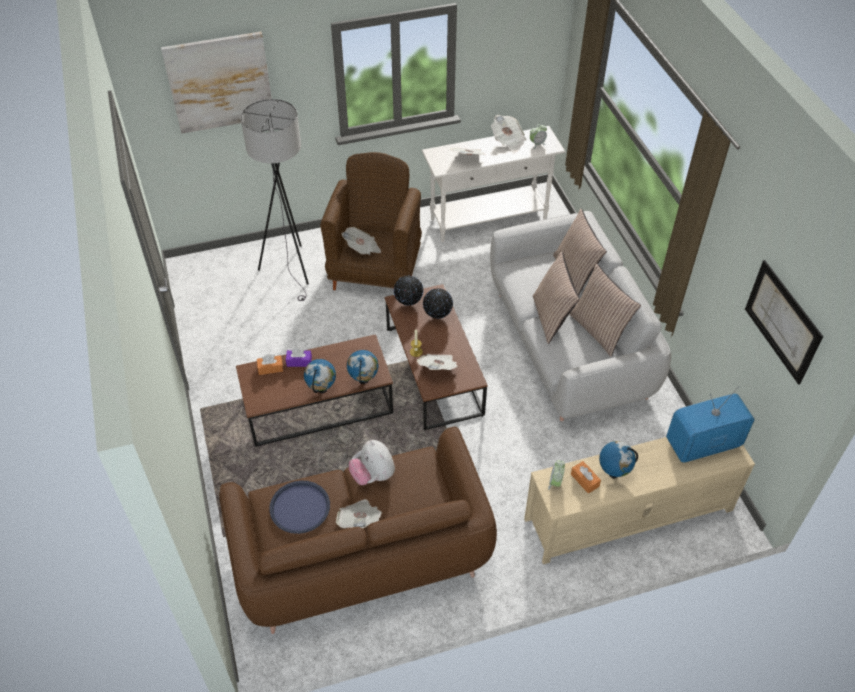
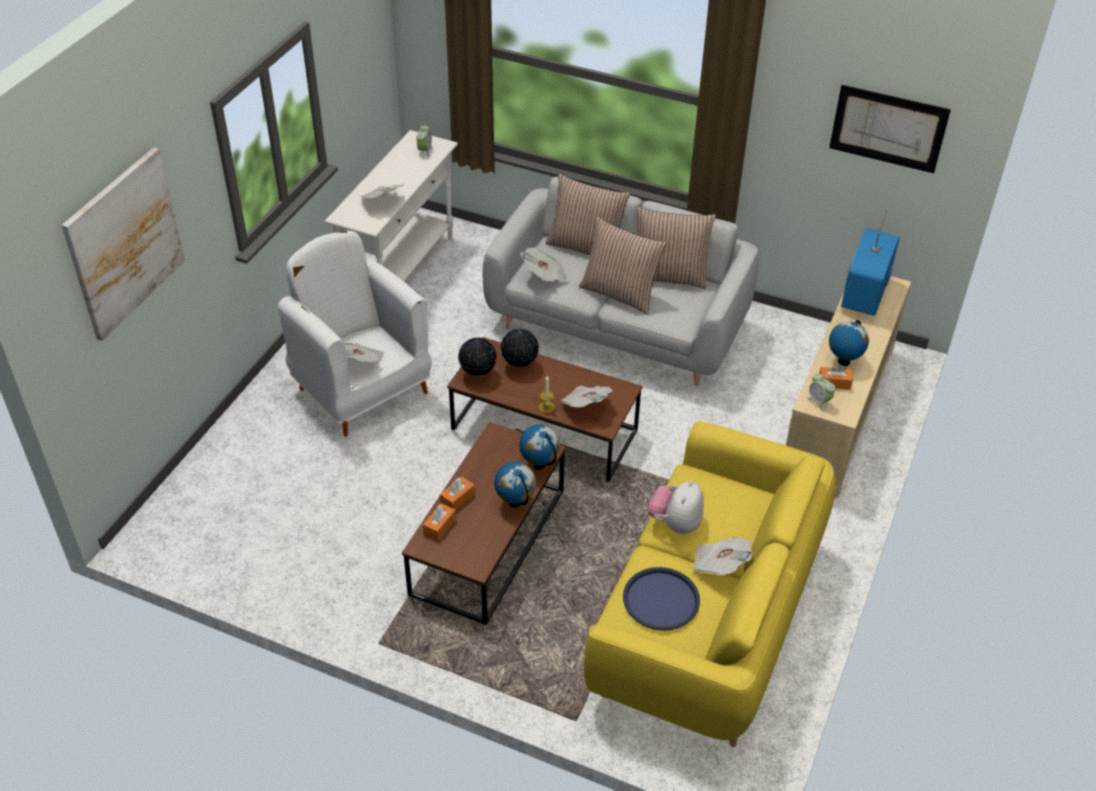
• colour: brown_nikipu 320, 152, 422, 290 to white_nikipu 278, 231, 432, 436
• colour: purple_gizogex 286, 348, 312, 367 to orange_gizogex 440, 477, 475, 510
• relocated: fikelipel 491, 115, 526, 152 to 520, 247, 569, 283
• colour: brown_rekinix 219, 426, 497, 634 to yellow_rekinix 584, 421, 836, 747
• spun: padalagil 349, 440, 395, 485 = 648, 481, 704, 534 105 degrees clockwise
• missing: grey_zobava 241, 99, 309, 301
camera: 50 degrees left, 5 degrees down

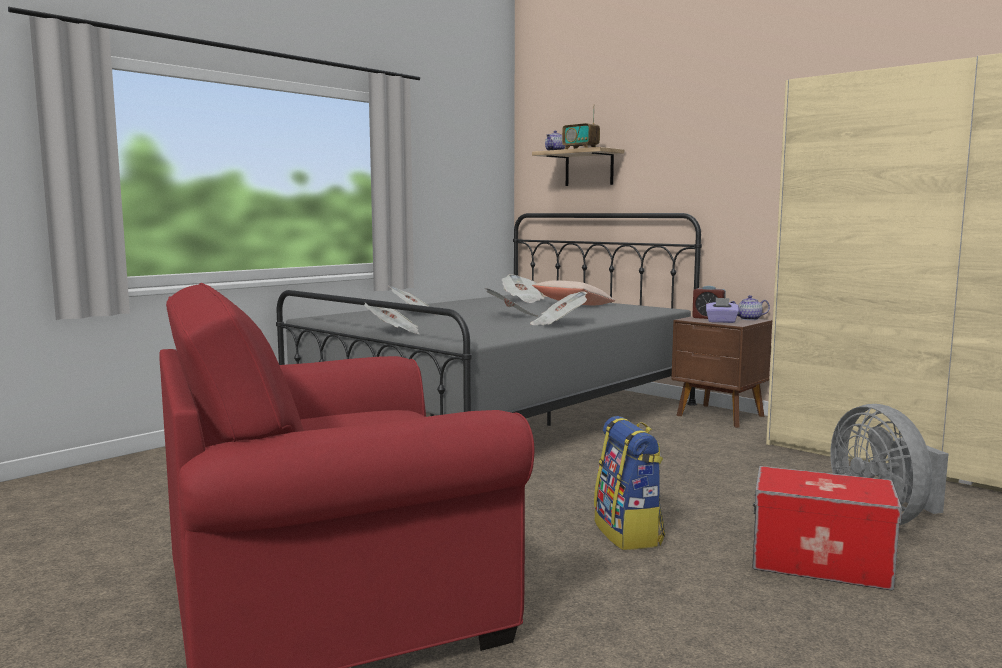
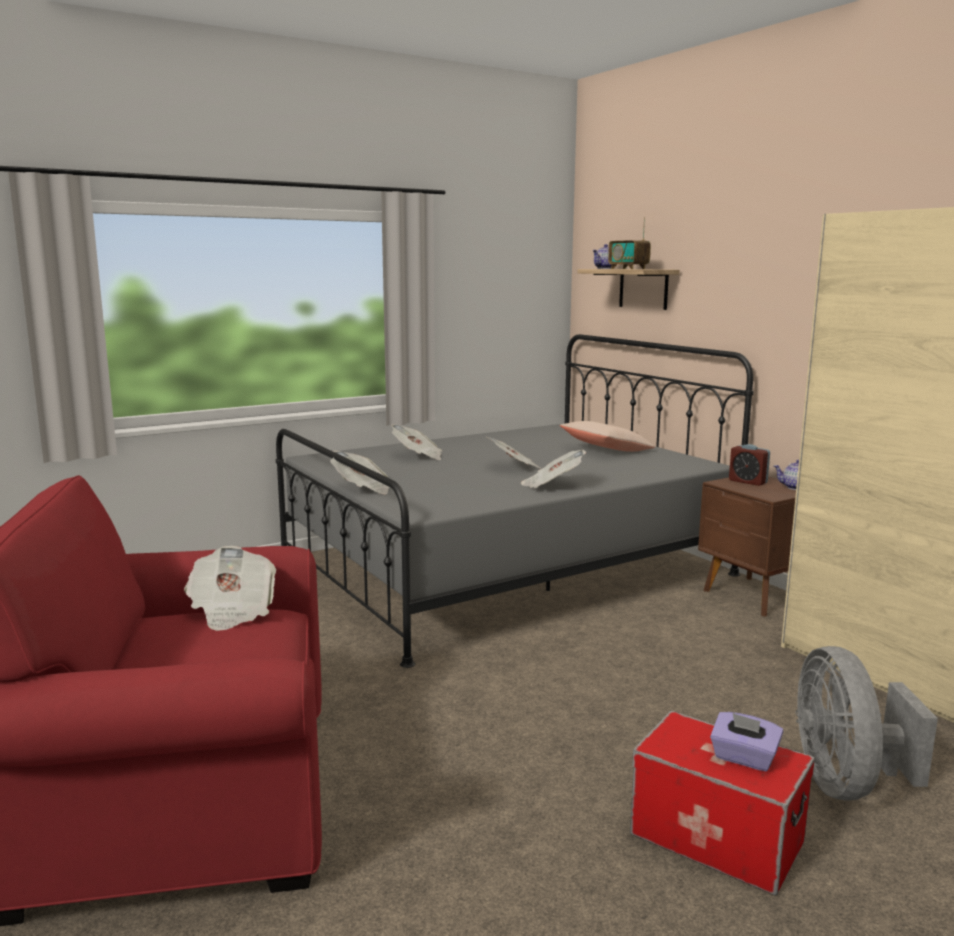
• relocated: fikelipel 502, 274, 544, 303 to 184, 546, 276, 631
• relocated: purple_gizogex 706, 298, 739, 323 to 710, 712, 783, 772
• missing: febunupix 594, 416, 665, 550
camera: 15 degrees right, 5 degrees up

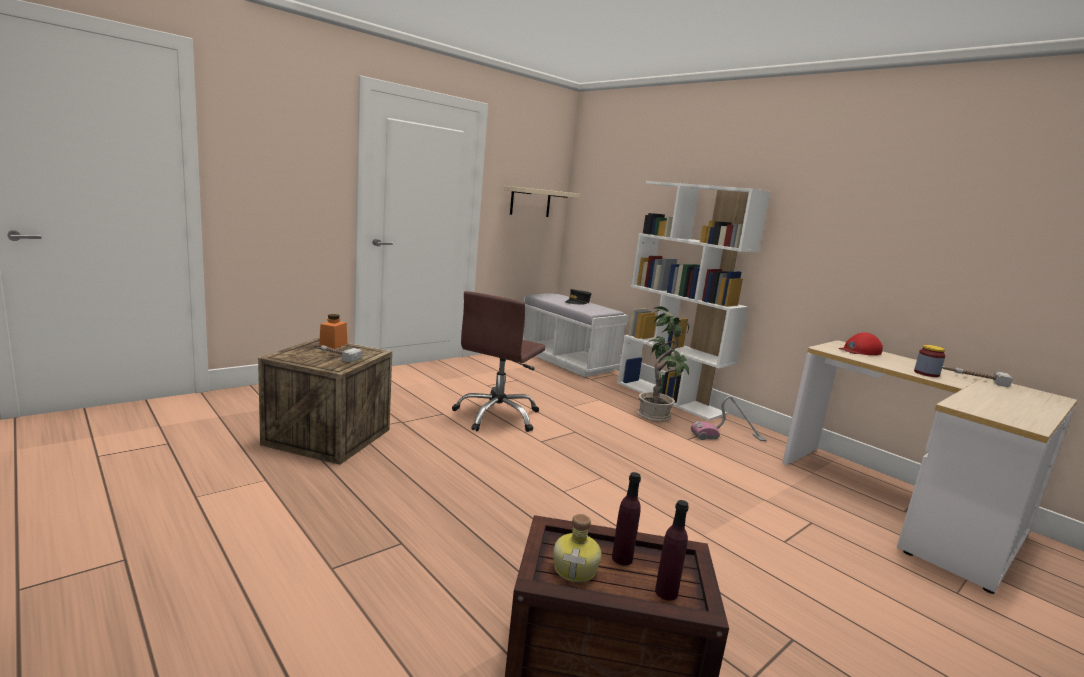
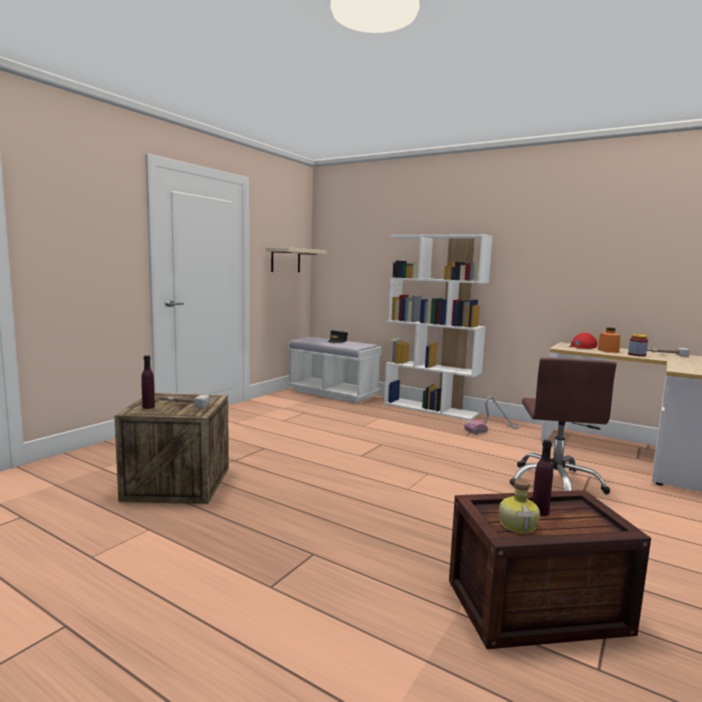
• relocated: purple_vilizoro 655, 500, 689, 601 to 141, 355, 155, 409
• relocated: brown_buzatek 452, 291, 546, 432 to 510, 357, 617, 494
• relocated: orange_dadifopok 319, 314, 347, 349 to 598, 327, 620, 353
• missing: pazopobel 637, 306, 689, 421
camera: 15 degrees left, 5 degrees down

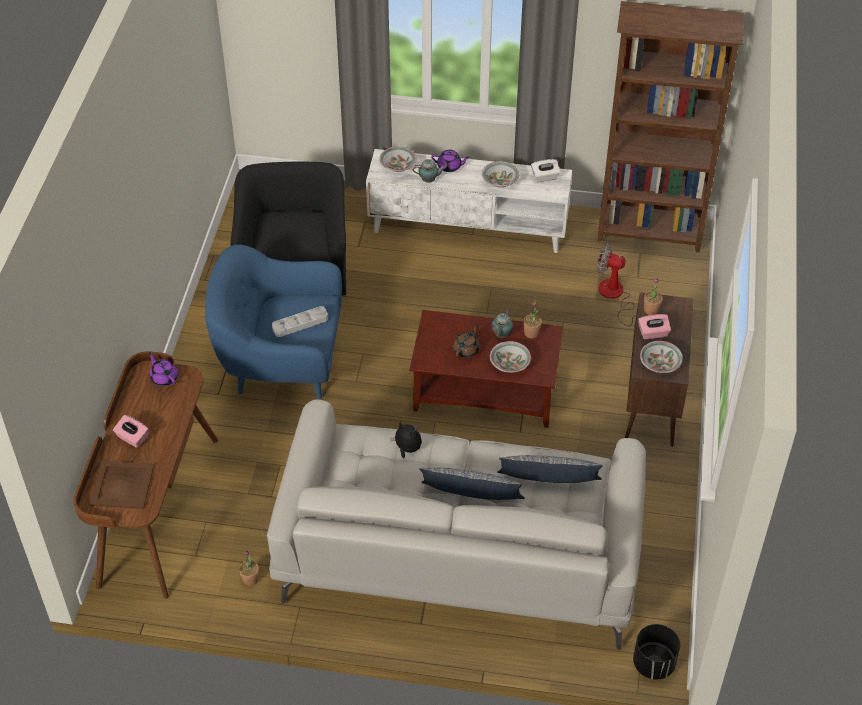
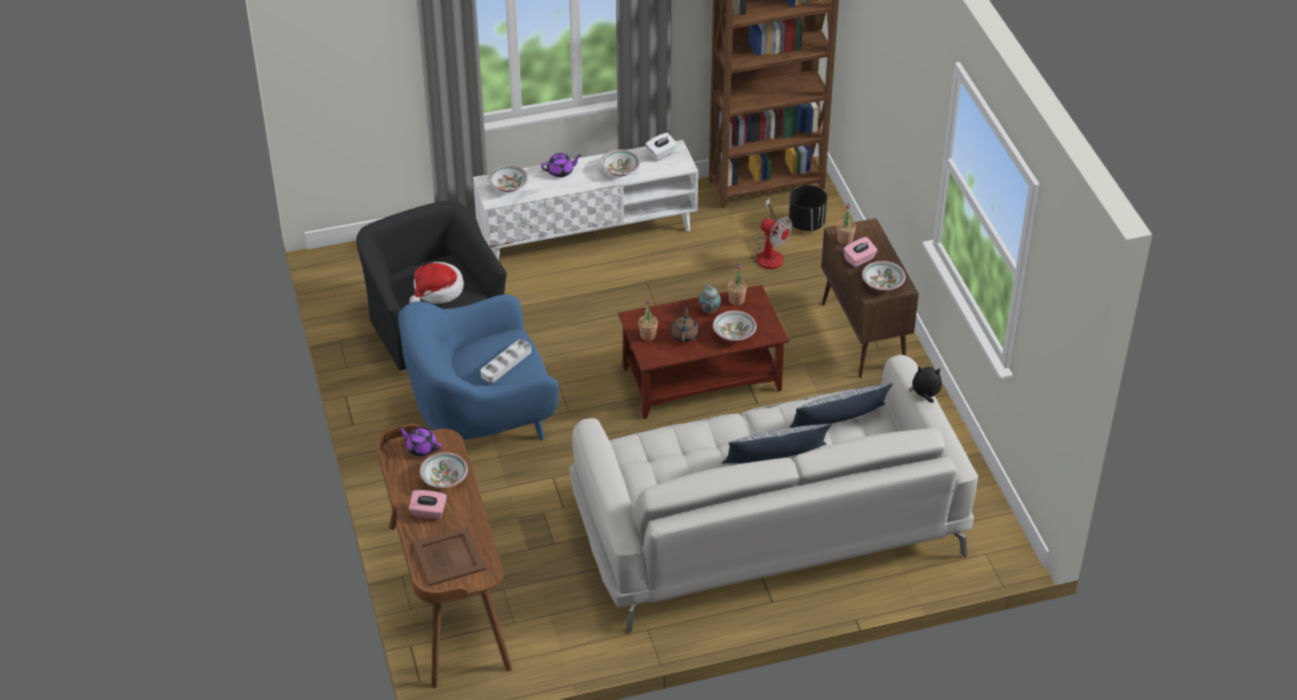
• appeared: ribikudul 409, 262, 464, 304
• appeared: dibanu 419, 452, 468, 488
• relocated: pazopobel 239, 551, 259, 586 to 638, 299, 658, 341
• spun: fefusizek 597, 244, 636, 327 = 754, 198, 792, 269 135 degrees counterclockwise
• relocated: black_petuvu 633, 624, 680, 680 to 789, 185, 827, 231
• relocated: padalagil 390, 421, 422, 459 to 909, 366, 942, 403
• missing: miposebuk 413, 159, 446, 183
camera: 25 degrees left, 5 degrees down

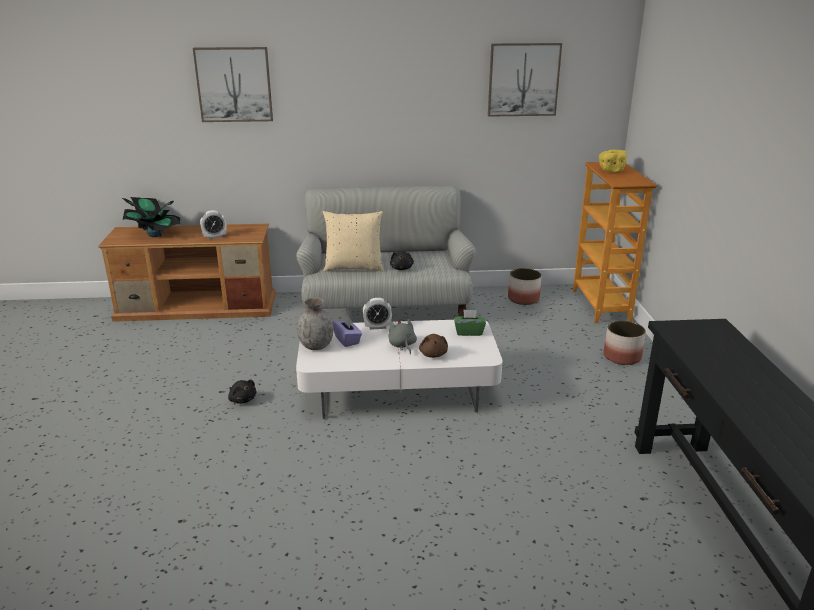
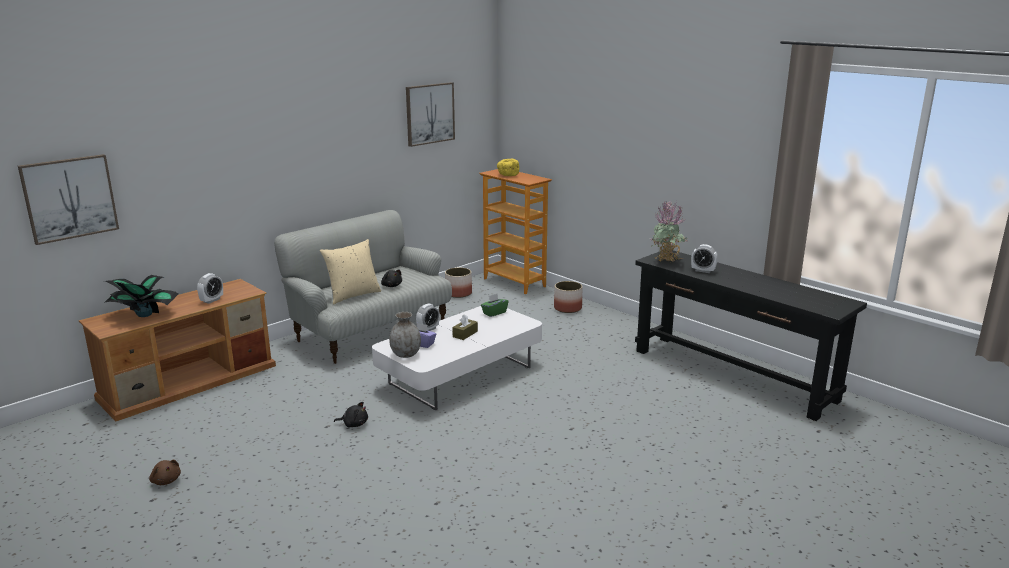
• relocated: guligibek 193, 47, 273, 122 to 18, 154, 119, 245
• relocated: brown_padalagil 419, 334, 448, 358 to 149, 460, 181, 485
• exchanged: grey_padalagil 388, 319, 417, 354 to brown_gizogex 452, 314, 478, 340
• appeared: pazopobel 651, 201, 687, 262
• appeared: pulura 691, 244, 718, 273
camera: 40 degrees left, 5 degrees down

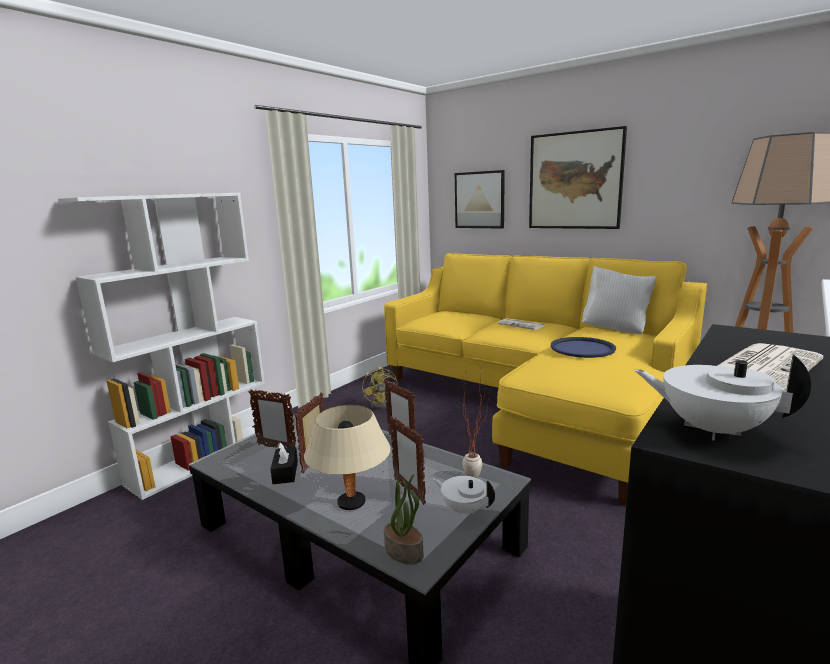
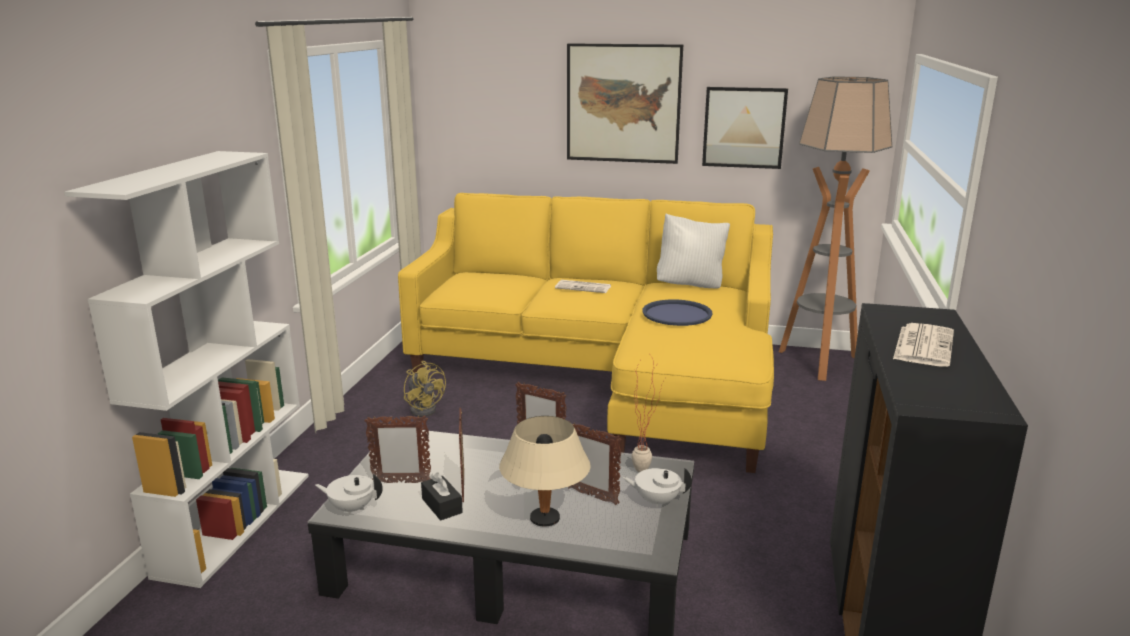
• relocated: white_miposebuk 634, 354, 811, 441 to 315, 474, 383, 515
• relocated: guligibek 455, 170, 505, 229 to 702, 87, 788, 169
• missing: pazopobel 384, 474, 424, 565
camera: 25 degrees left, 5 degrees up

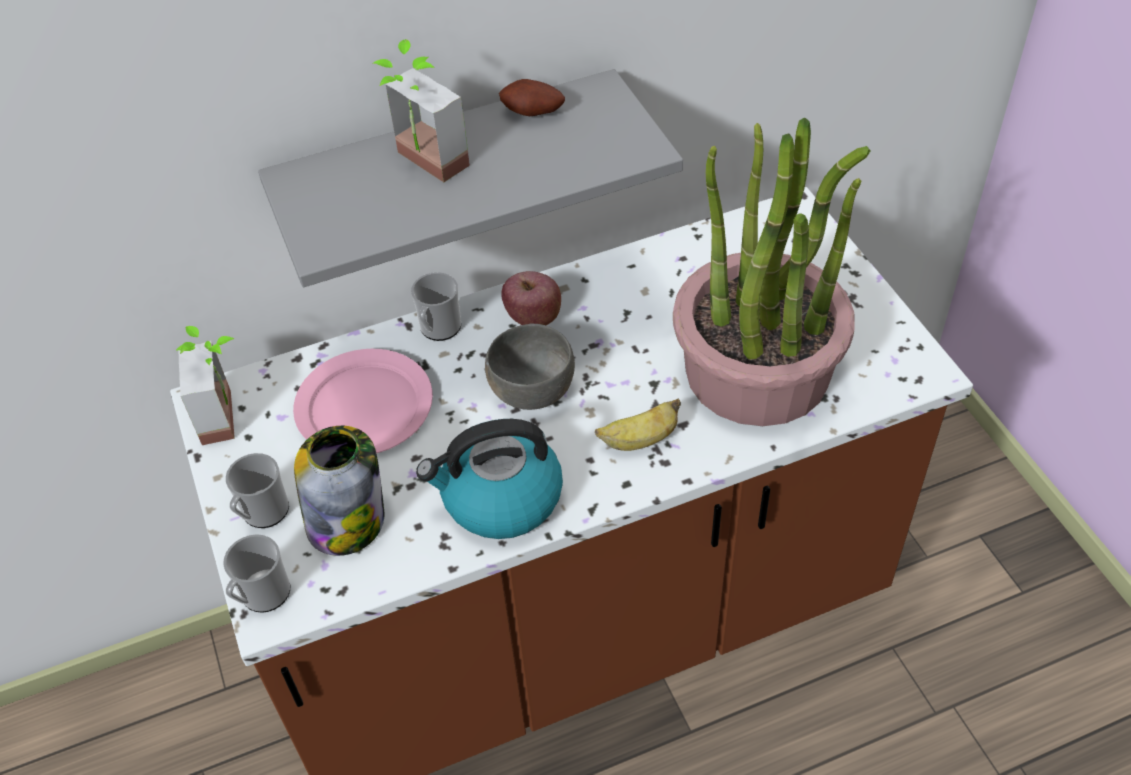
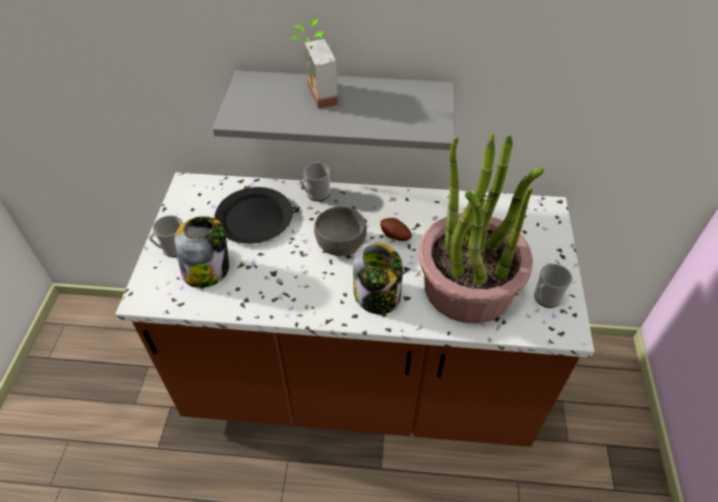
• colour: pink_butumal 293, 349, 433, 453 to black_butumal 214, 187, 293, 244
• exchanged: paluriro 595, 399, 681, 451 to dadifopok 353, 242, 403, 315
• relocated: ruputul 499, 79, 565, 116 to 380, 218, 412, 241
• relocated: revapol 223, 534, 290, 613 to 534, 264, 572, 308
• missing: pazopobel 176, 326, 235, 445
• missing: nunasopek 416, 419, 563, 539
• missing: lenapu 501, 271, 561, 325
camera: 25 degrees right, 0 degrees up

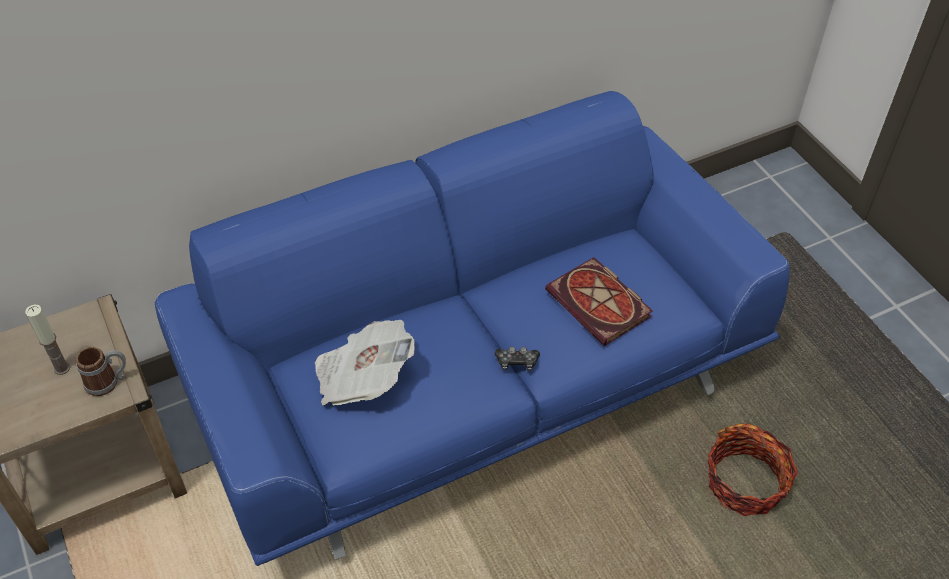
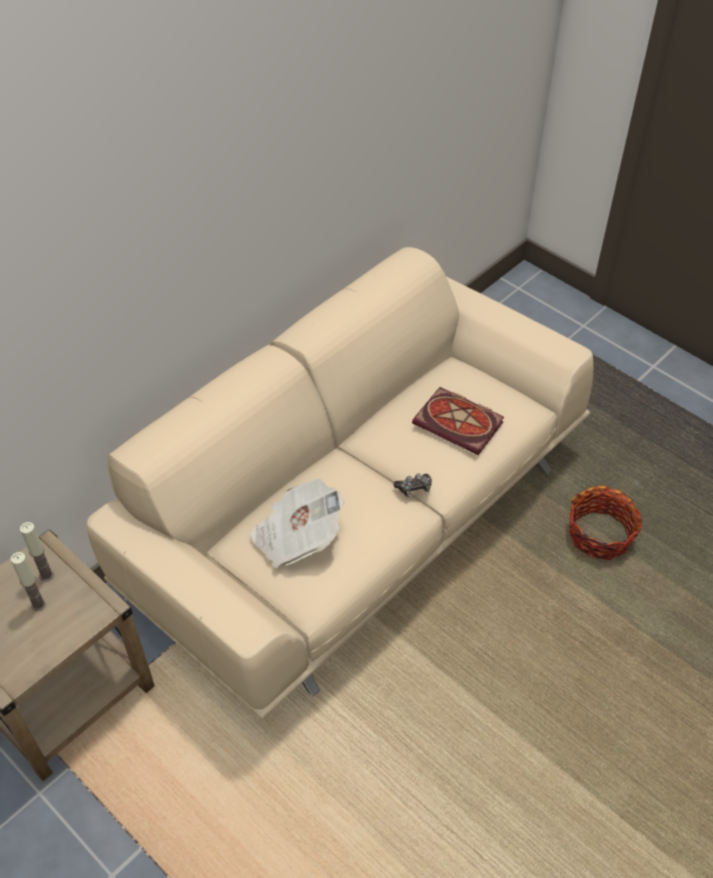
• appeared: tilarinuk 20, 522, 54, 581
• colour: blue_rekinix 155, 91, 790, 566 to beige_rekinix 86, 247, 593, 719
• missing: revapol 76, 347, 126, 396
camera: 20 degrees left, 0 degrees up

